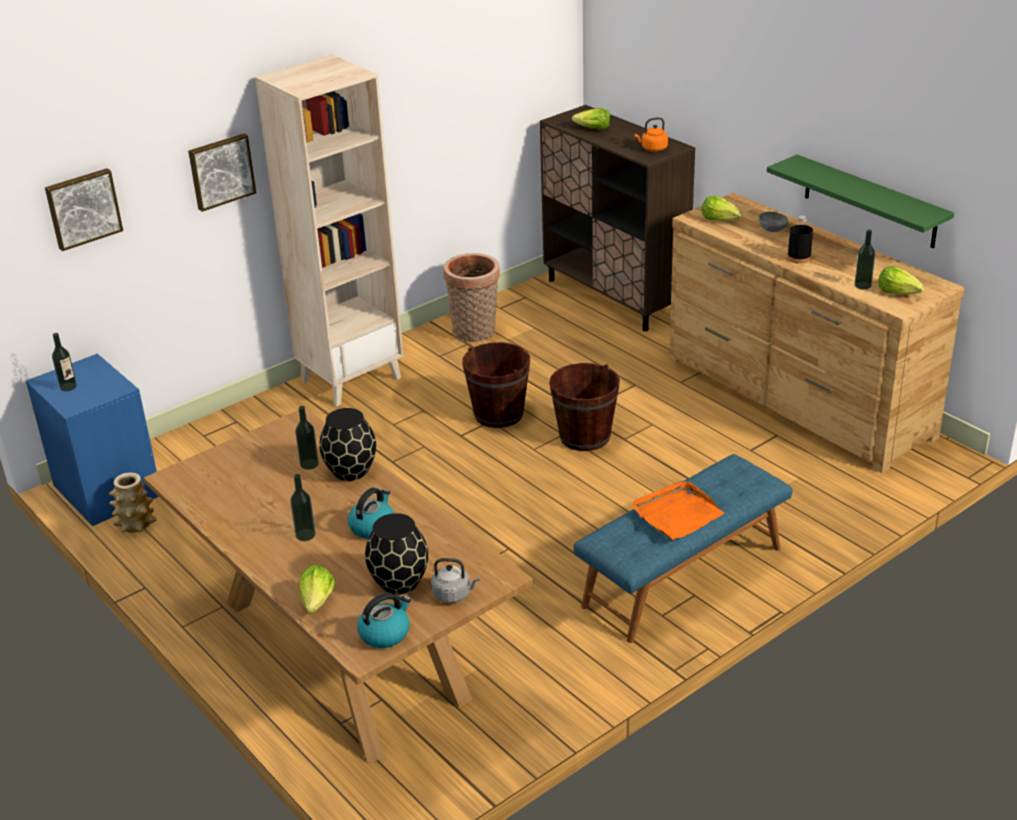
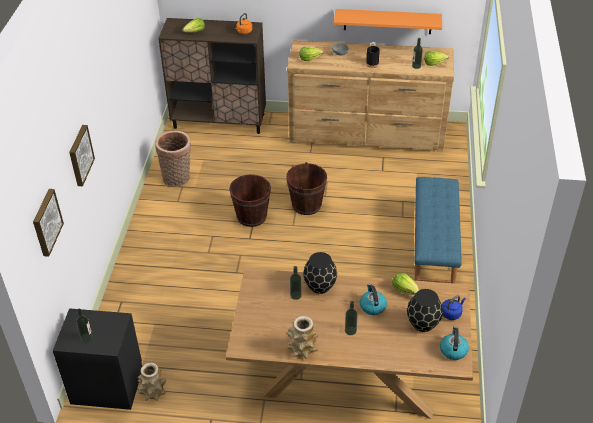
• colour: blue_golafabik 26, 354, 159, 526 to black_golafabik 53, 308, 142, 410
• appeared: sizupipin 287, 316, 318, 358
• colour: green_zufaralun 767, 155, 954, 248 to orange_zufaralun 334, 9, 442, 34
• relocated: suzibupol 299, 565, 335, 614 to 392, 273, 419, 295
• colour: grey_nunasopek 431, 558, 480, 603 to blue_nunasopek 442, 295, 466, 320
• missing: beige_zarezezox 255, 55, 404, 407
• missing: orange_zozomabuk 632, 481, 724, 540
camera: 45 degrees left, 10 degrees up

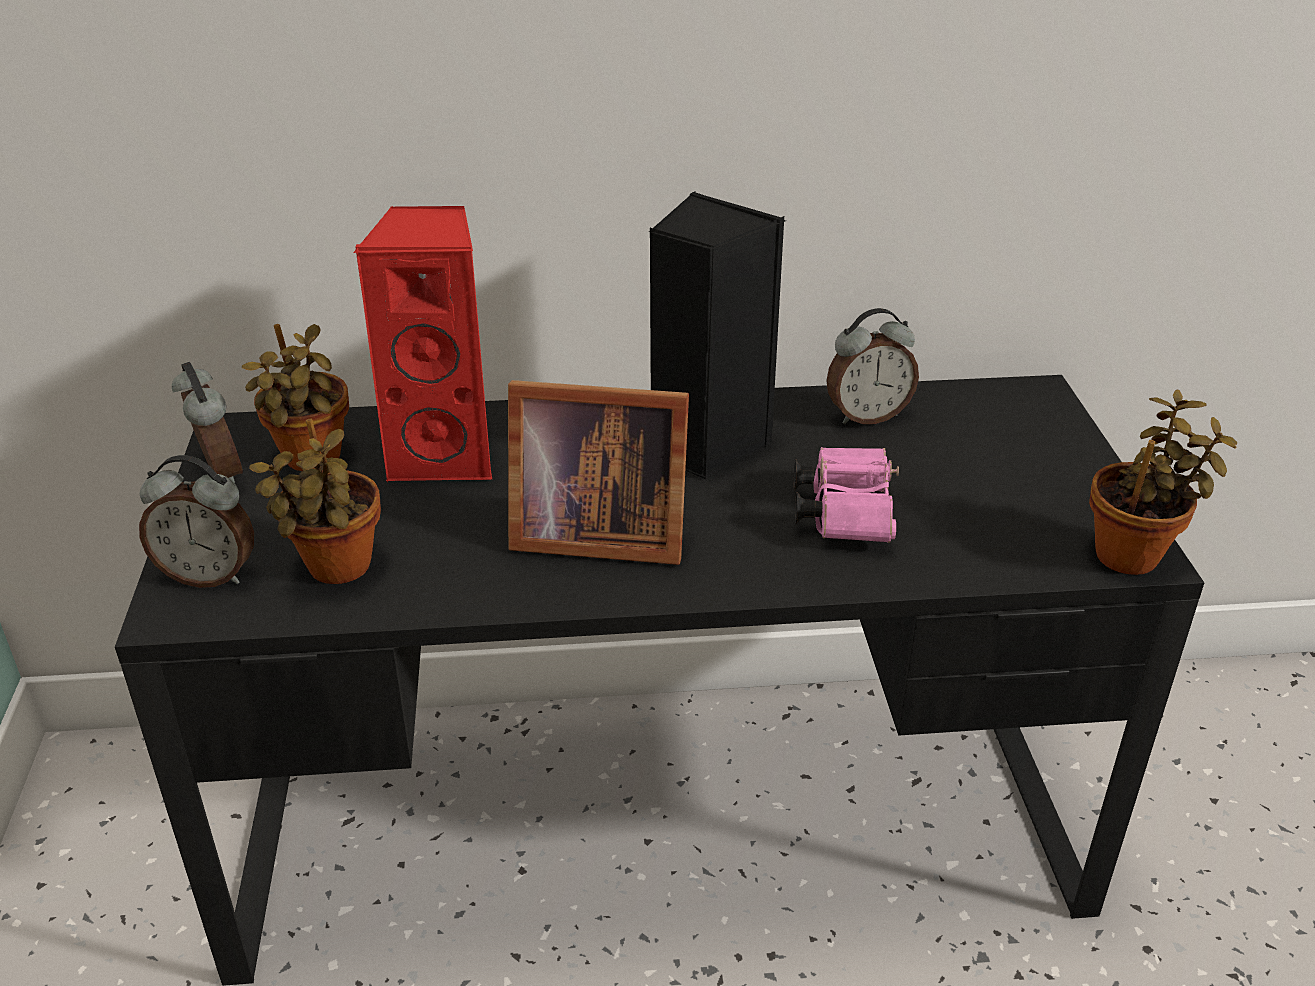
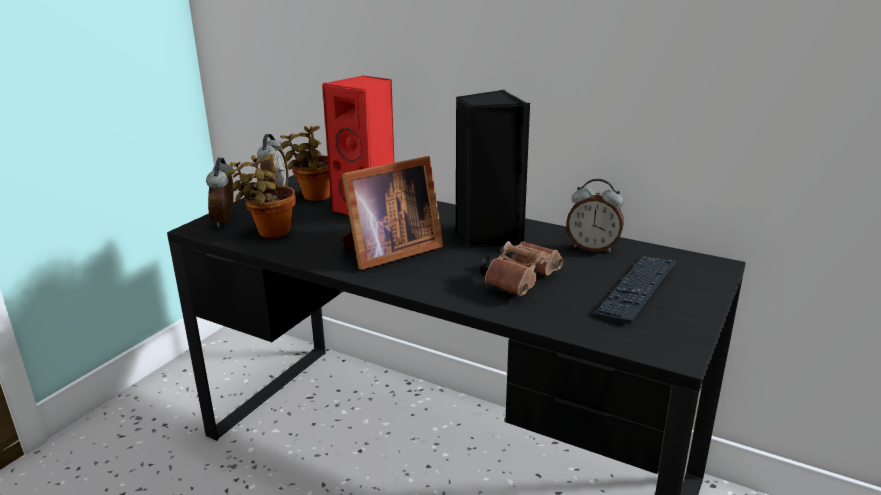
• spun: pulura 139, 455, 254, 588 = 206, 158, 234, 227 45 degrees clockwise
• spun: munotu 508, 380, 689, 565 = 342, 156, 443, 270 75 degrees counterclockwise
• colour: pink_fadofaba 794, 447, 899, 543 to brown_fadofaba 480, 241, 563, 296
• appeared: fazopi 595, 256, 676, 324
• missing: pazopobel 1089, 390, 1237, 575
camera: 35 degrees right, 10 degrees down

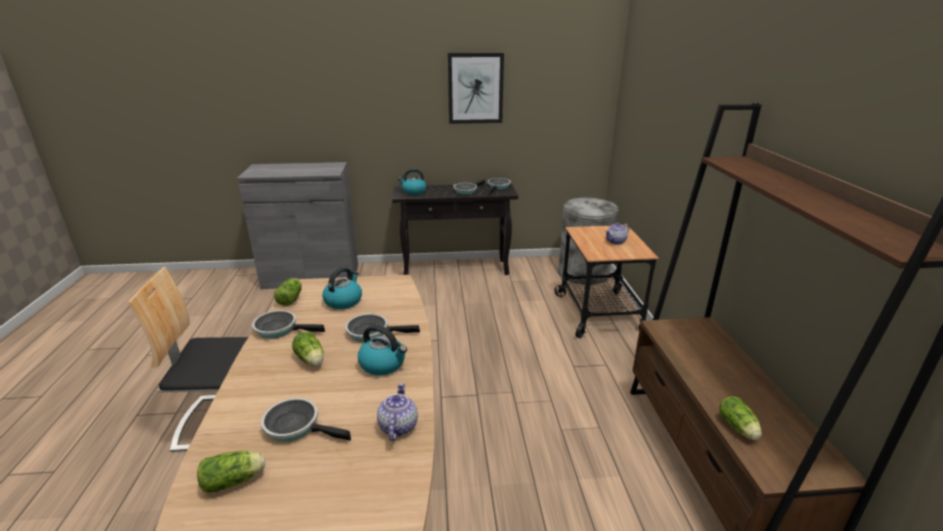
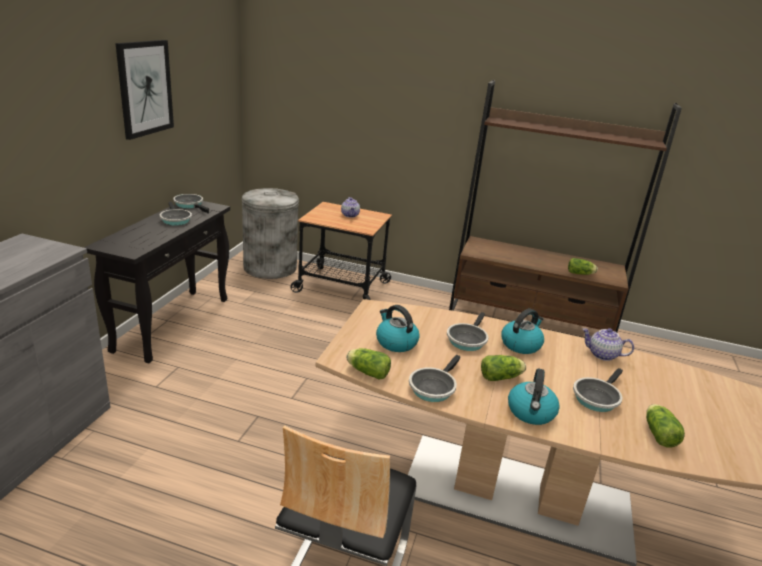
• relocated: nunasopek 398, 169, 427, 195 to 508, 368, 560, 425
camera: 70 degrees left, 0 degrees up

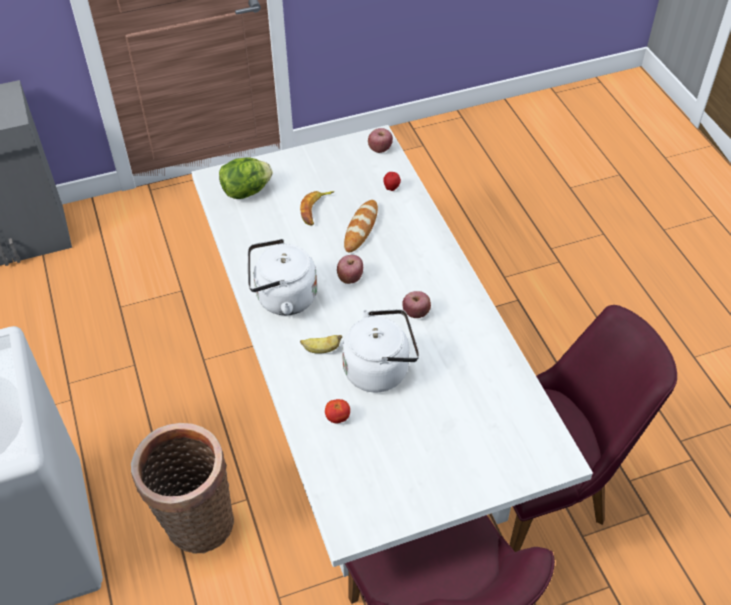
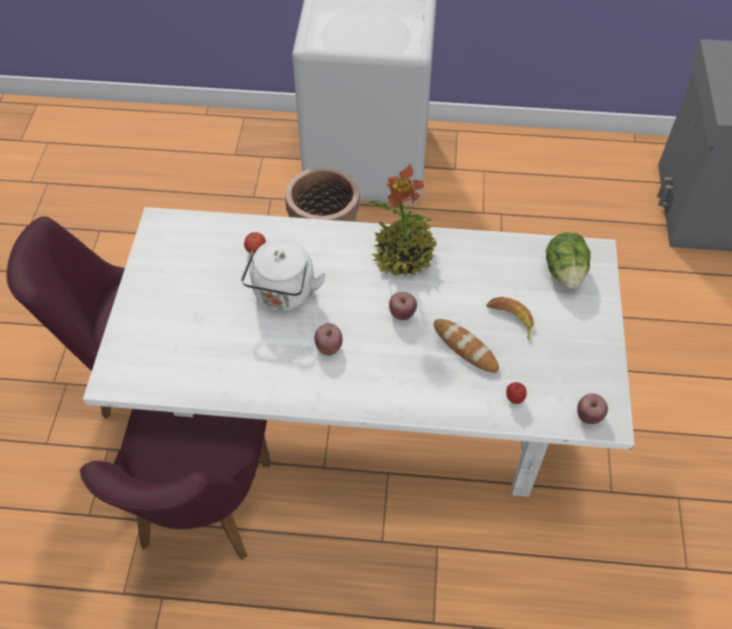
• exchanged: white_nunasopek 248, 239, 317, 315 to pazopobel 368, 164, 437, 276
• missing: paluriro 300, 335, 342, 354
camera: 115 degrees right, 5 degrees up

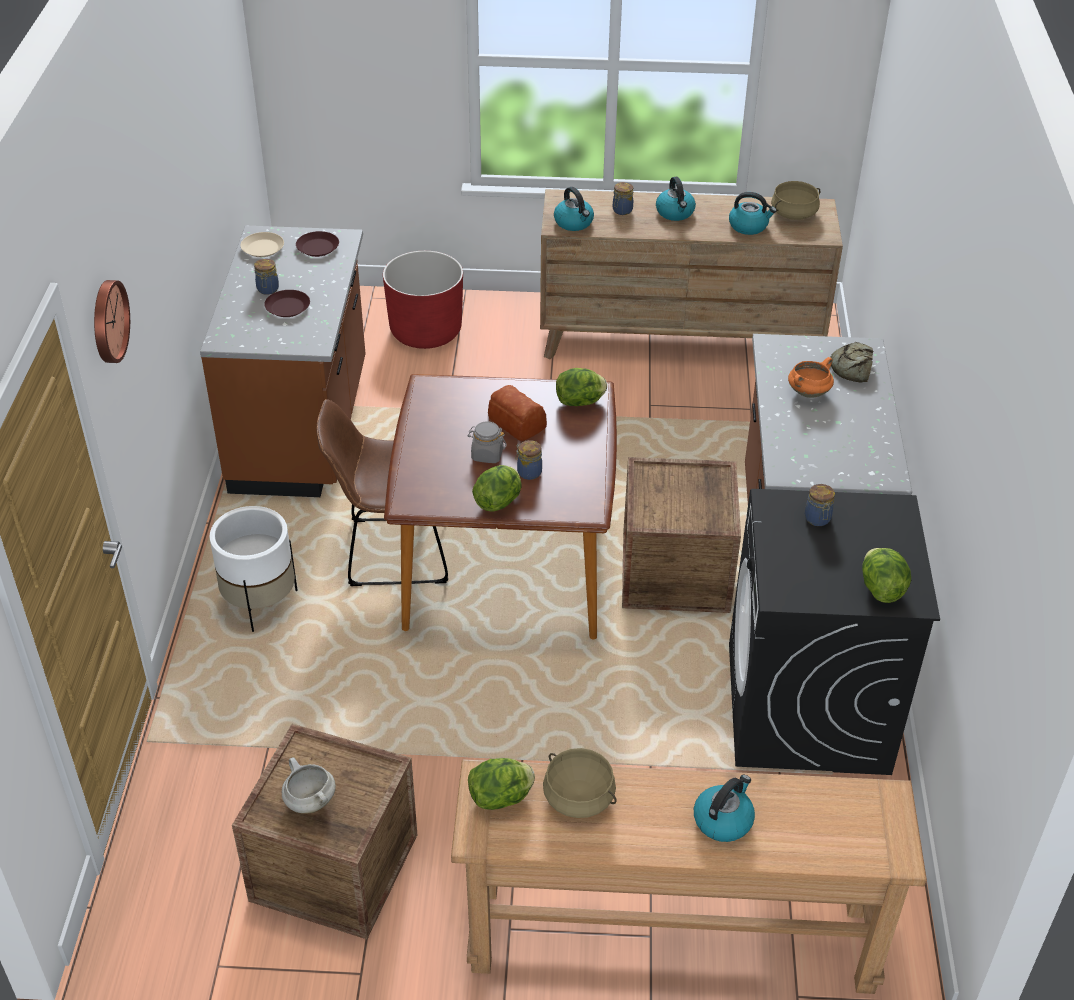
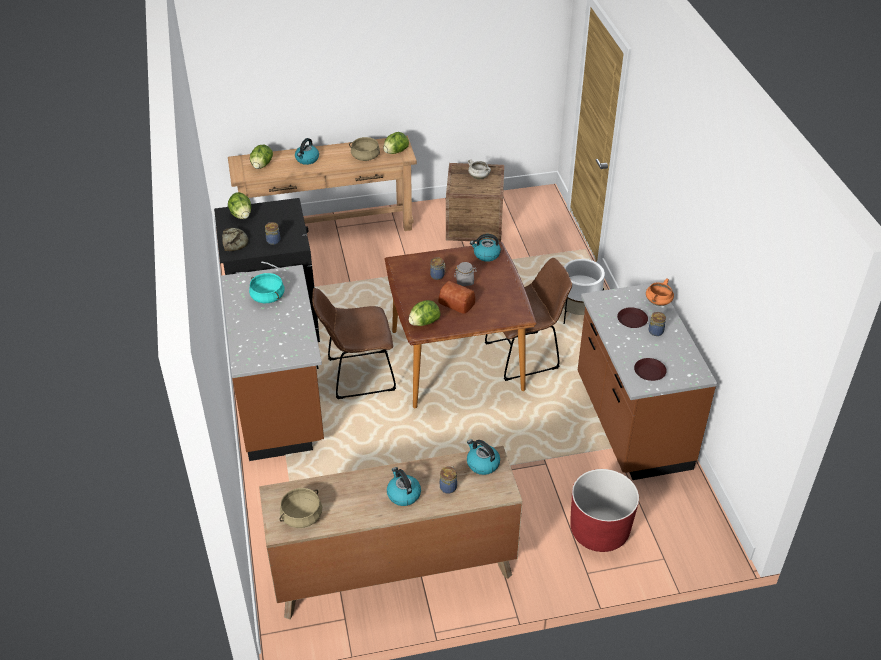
• relocated: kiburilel 830, 342, 873, 382 to 222, 228, 248, 251
• appeared: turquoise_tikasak 249, 273, 285, 303
• relocated: suzibupol 472, 465, 522, 512 to 250, 145, 273, 169
• exchanged: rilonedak 622, 457, 741, 613 to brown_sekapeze 312, 288, 396, 399
• relocated: nunasopek 729, 192, 777, 235 to 470, 234, 501, 262
• relocated: orange_tikasak 788, 357, 834, 398 to 646, 278, 674, 306
• missing: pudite 94, 280, 130, 363
• missing: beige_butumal 241, 232, 284, 257
camera: 165 degrees right, 0 degrees up

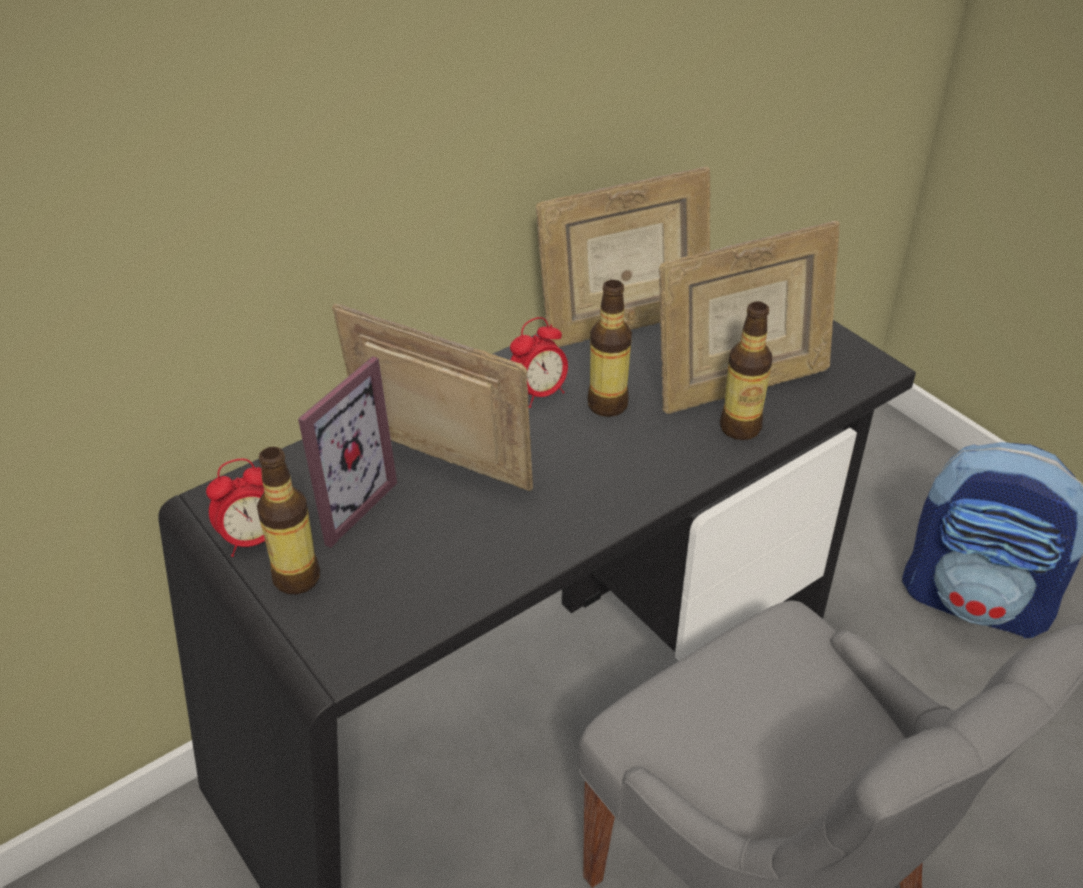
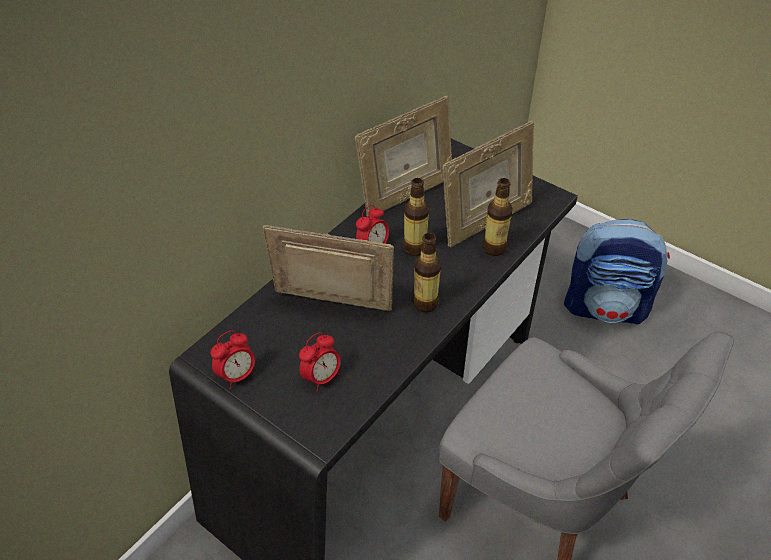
• appeared: pulura 299, 333, 341, 392
• relocated: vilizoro 257, 447, 320, 594 to 413, 233, 441, 312
• missing: munotu 298, 356, 397, 548
camera: 15 degrees left, 5 degrees up

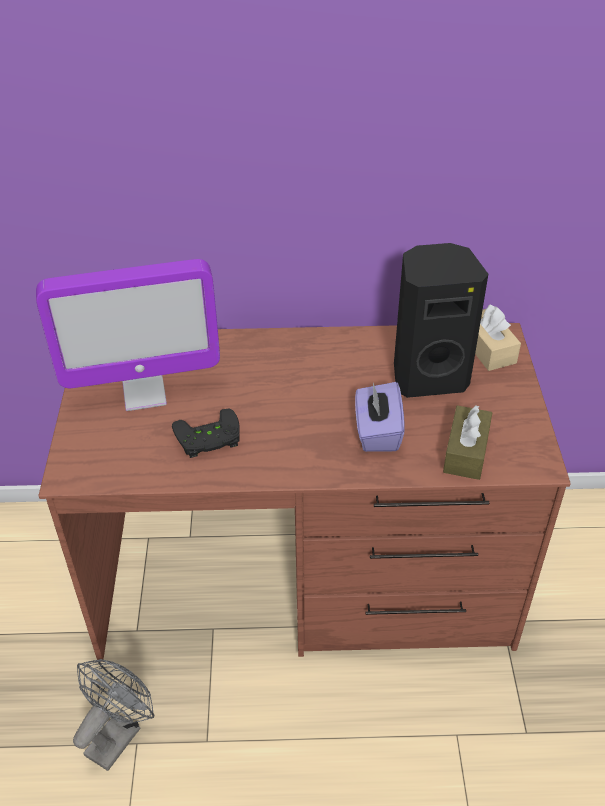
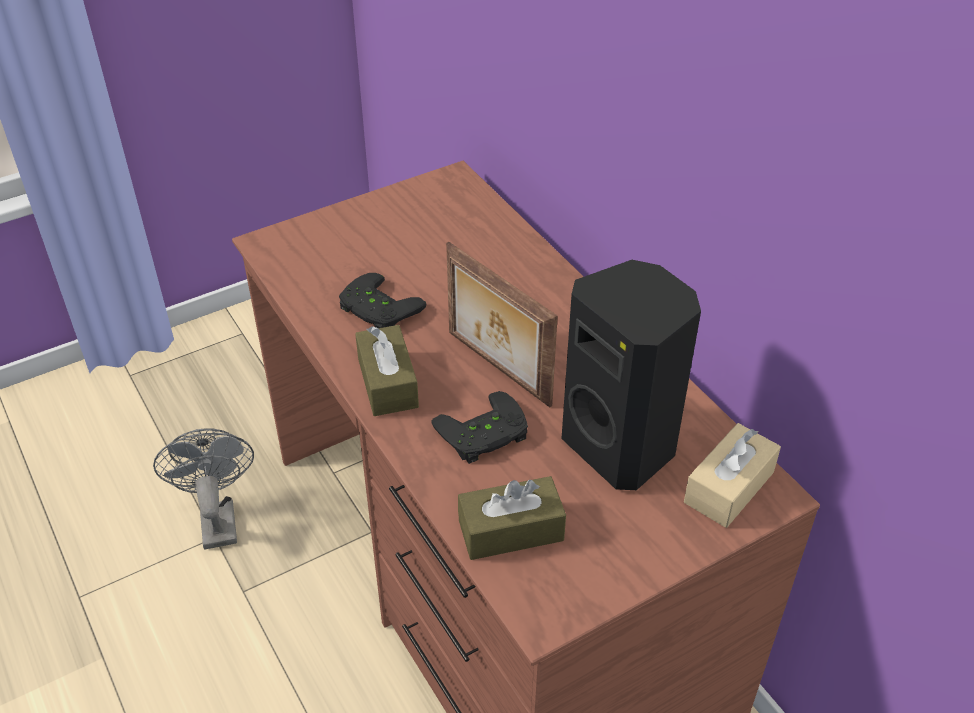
• spun: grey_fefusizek 73, 659, 154, 771 = 153, 429, 254, 549 105 degrees counterclockwise
• appeared: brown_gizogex 355, 325, 419, 416
• exchanged: purple_gizogex 355, 382, 405, 452 to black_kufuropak 431, 391, 528, 464
• appeared: munotu 446, 242, 558, 407
• missing: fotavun 36, 259, 220, 411
camera: 60 degrees right, 0 degrees up

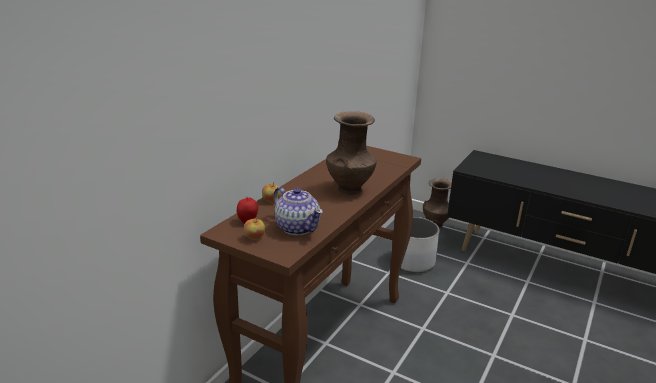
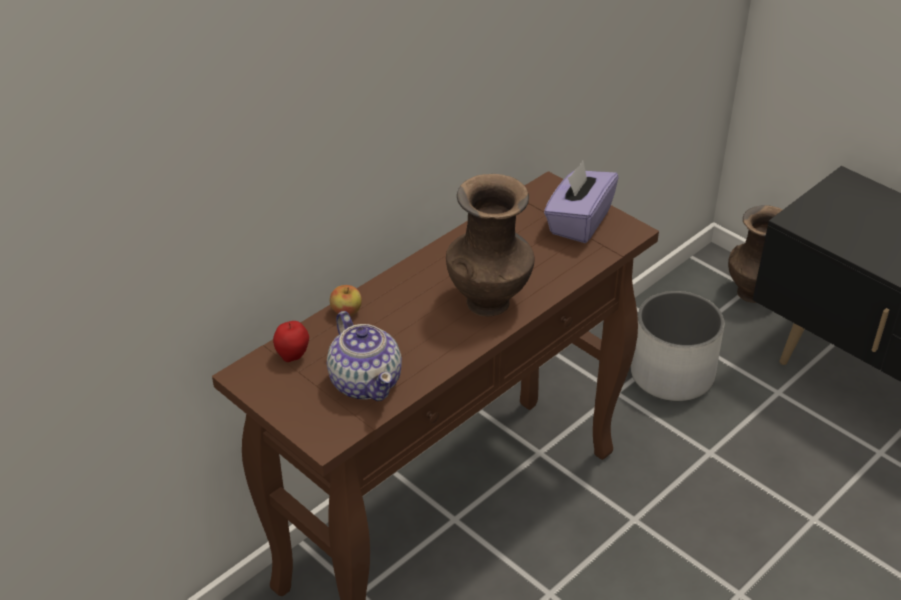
• appeared: purple_gizogex 544, 161, 619, 243
• missing: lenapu 244, 217, 265, 240
camera: 15 degrees right, 15 degrees up

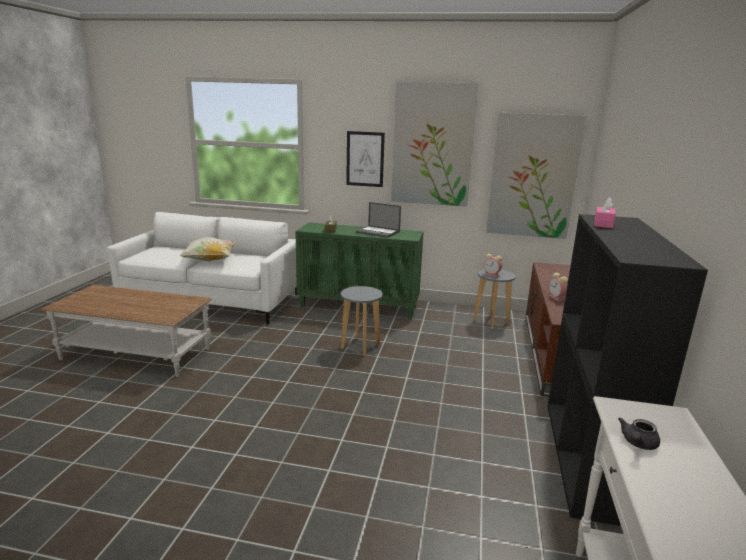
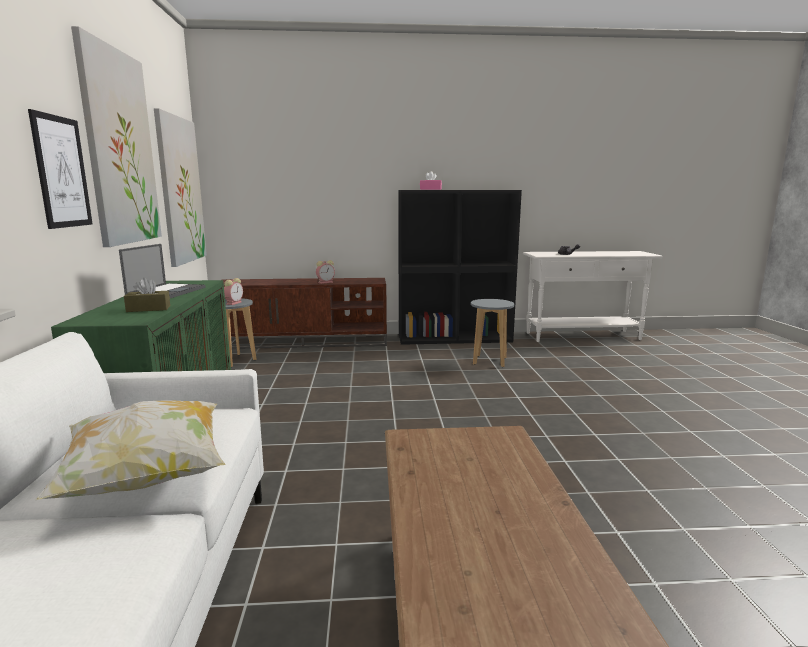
• relocated: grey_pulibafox 341, 286, 383, 356 to 471, 299, 514, 367
camera: 105 degrees left, 5 degrees down

